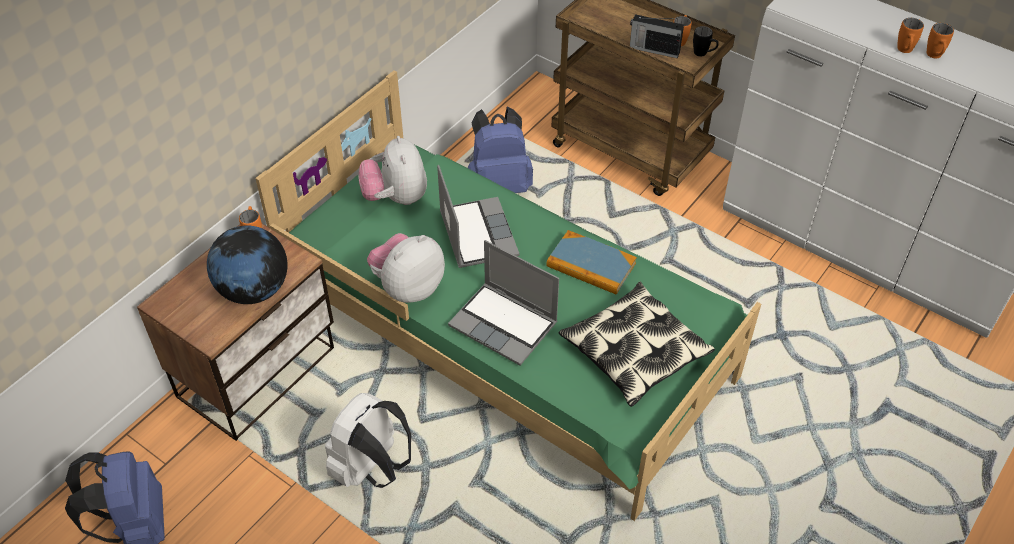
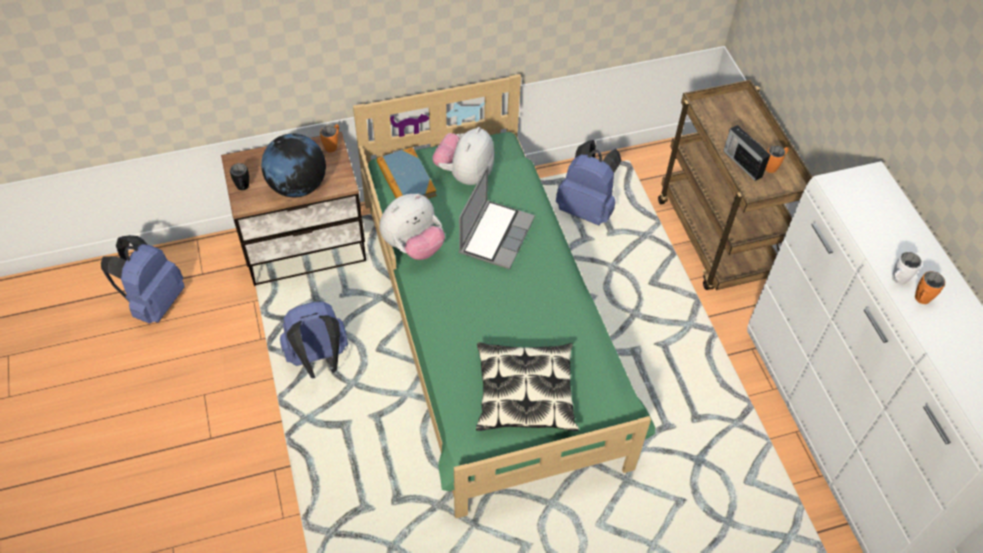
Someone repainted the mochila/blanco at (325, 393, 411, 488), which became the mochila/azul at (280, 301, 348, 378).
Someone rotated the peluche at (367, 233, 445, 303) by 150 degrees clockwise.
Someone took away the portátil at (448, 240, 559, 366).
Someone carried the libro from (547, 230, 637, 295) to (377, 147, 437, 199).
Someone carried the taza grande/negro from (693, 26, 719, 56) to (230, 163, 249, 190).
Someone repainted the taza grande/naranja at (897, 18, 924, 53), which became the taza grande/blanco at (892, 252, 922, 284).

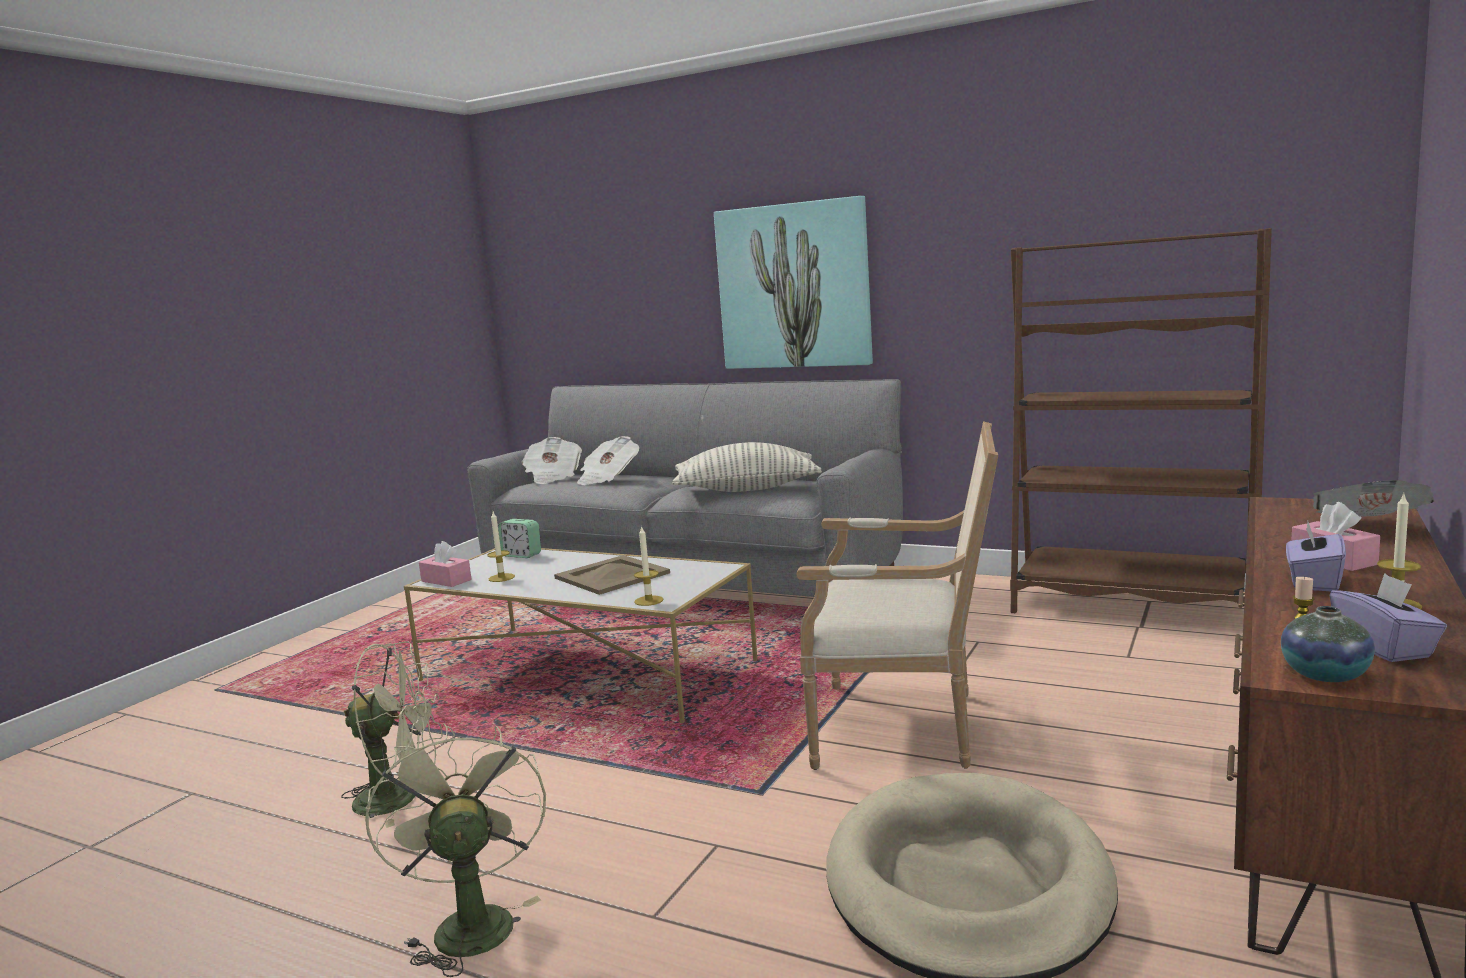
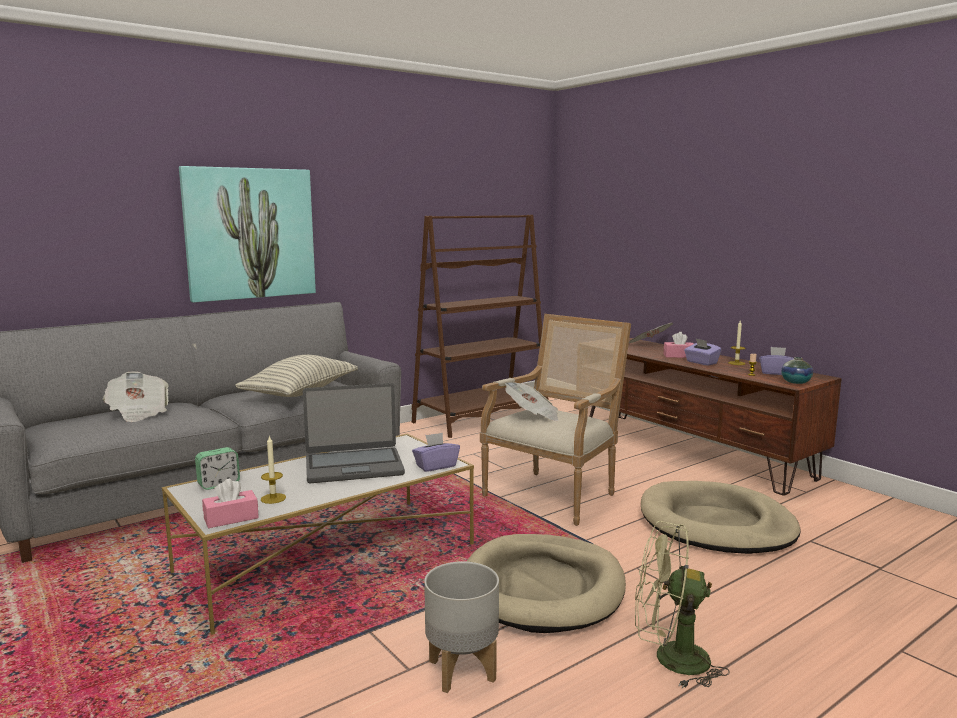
Someone swapped the ventilador/verde at (341, 641, 443, 828) for the maceta/gris at (424, 561, 499, 693).
Someone carried the periódico from (522, 437, 582, 484) to (505, 382, 558, 421).
Someone swapped the bandeja/beis at (554, 555, 670, 595) for the portátil at (303, 383, 405, 483).
Someone swapped the vela at (634, 525, 663, 606) for the caja de pañuelos/morado at (412, 432, 460, 472).
Someone put down the cama para perro/beis at (466, 534, 626, 633).

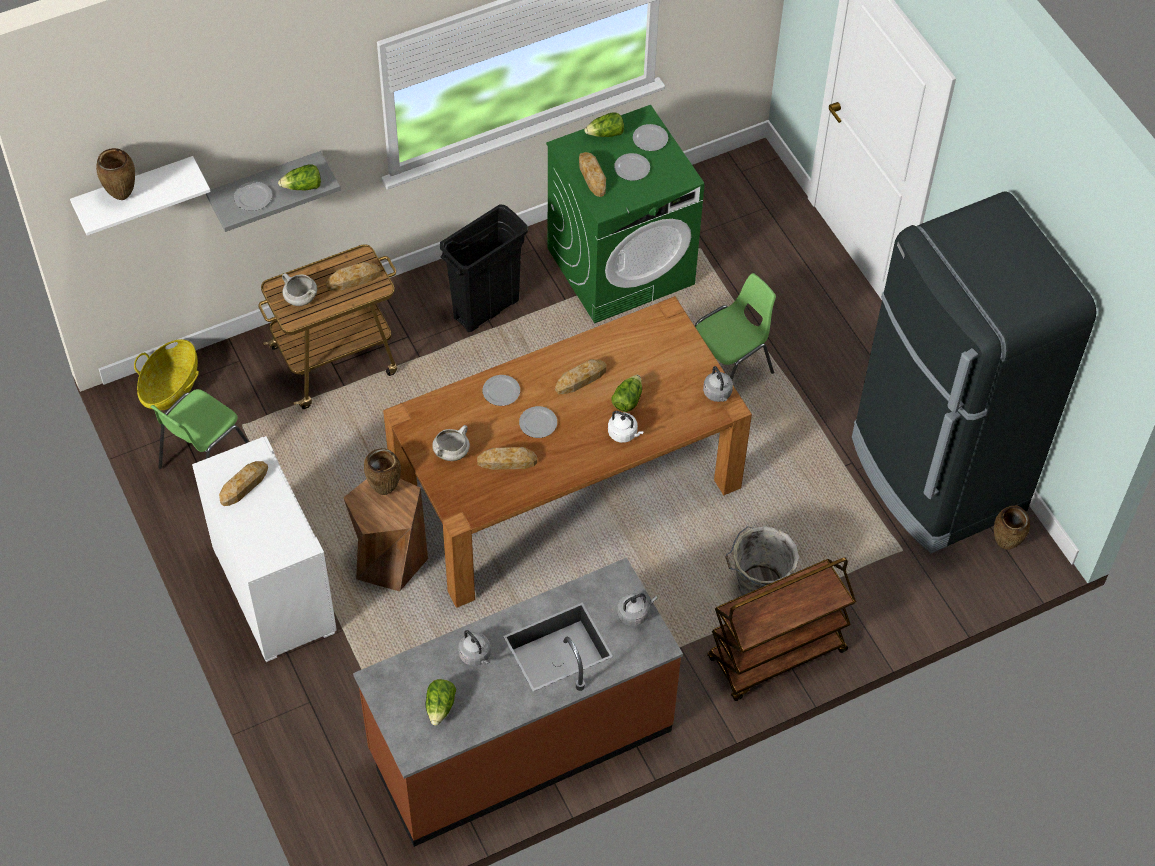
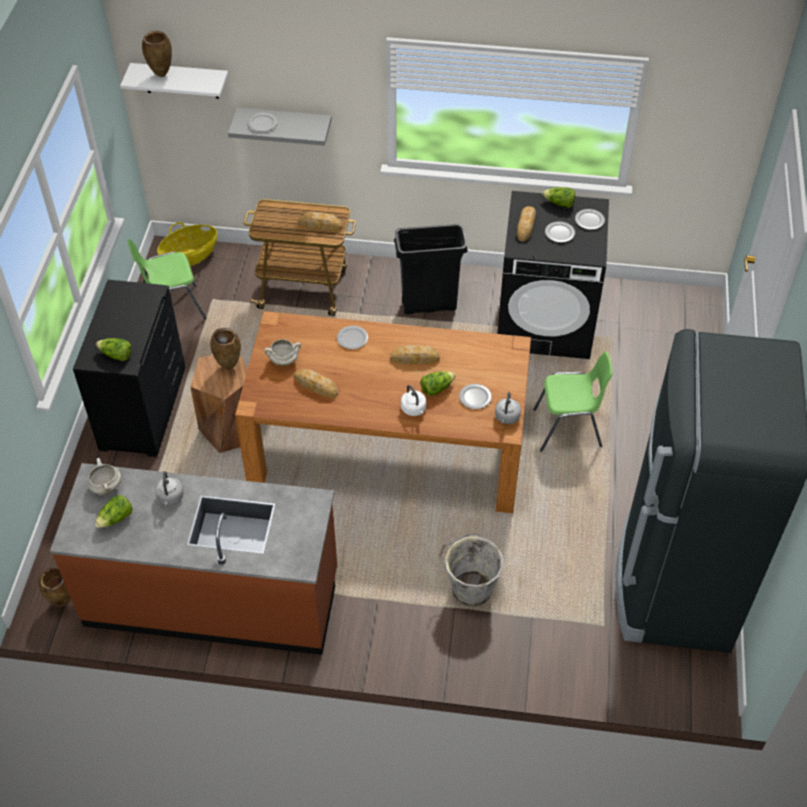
Someone repainted the cómoda/blanco at (192, 436, 337, 662), which became the cómoda/negro at (73, 280, 185, 457).
Someone took away the pan at (219, 461, 268, 506).
Someone carried the lechuga from (278, 165, 321, 191) to (96, 338, 132, 361).
Someone carried the olla/blanco from (282, 273, 317, 306) to (87, 458, 121, 495).
Someone carried the plato from (519, 406, 557, 438) to (459, 384, 492, 409).
Someone repainted the lavadora/verde at (546, 105, 705, 324), which became the lavadora/negro at (497, 191, 609, 359).
Someone took away the hervidor/gris at (617, 593, 658, 626).
Someone took away the carrito/marrón at (707, 558, 856, 701).
Someone carried the florero/marrón from (994, 506, 1030, 550) to (39, 567, 71, 607).

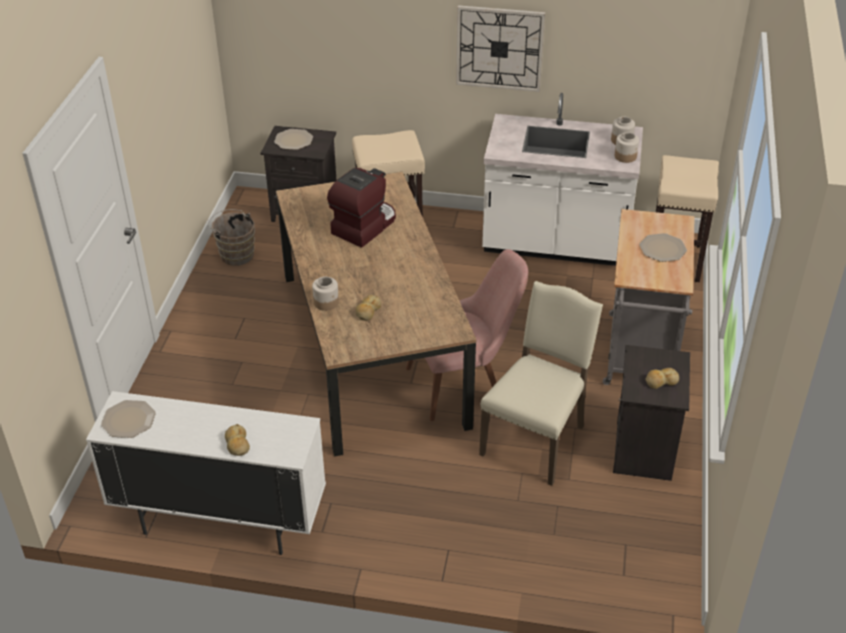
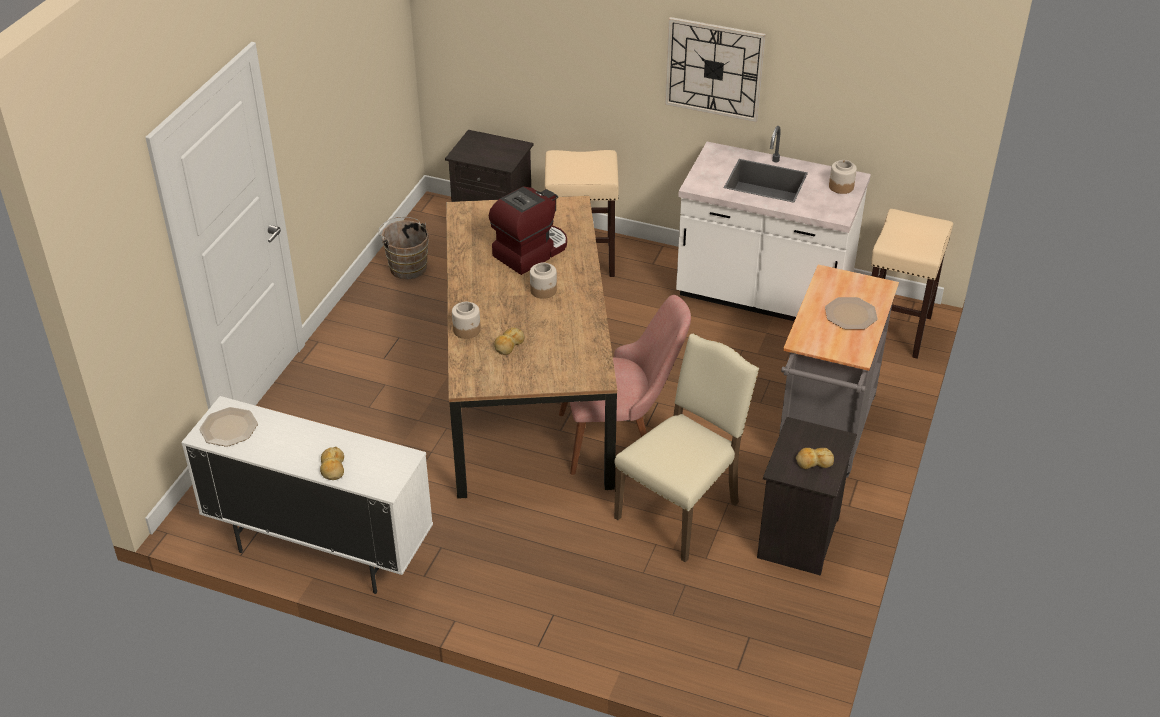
Someone took away the plato at (274, 129, 313, 150).
Someone carried the tarro from (615, 132, 639, 163) to (530, 262, 557, 299).

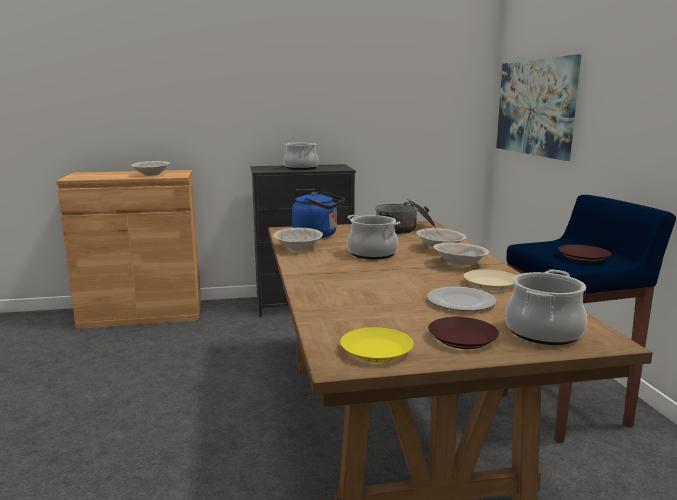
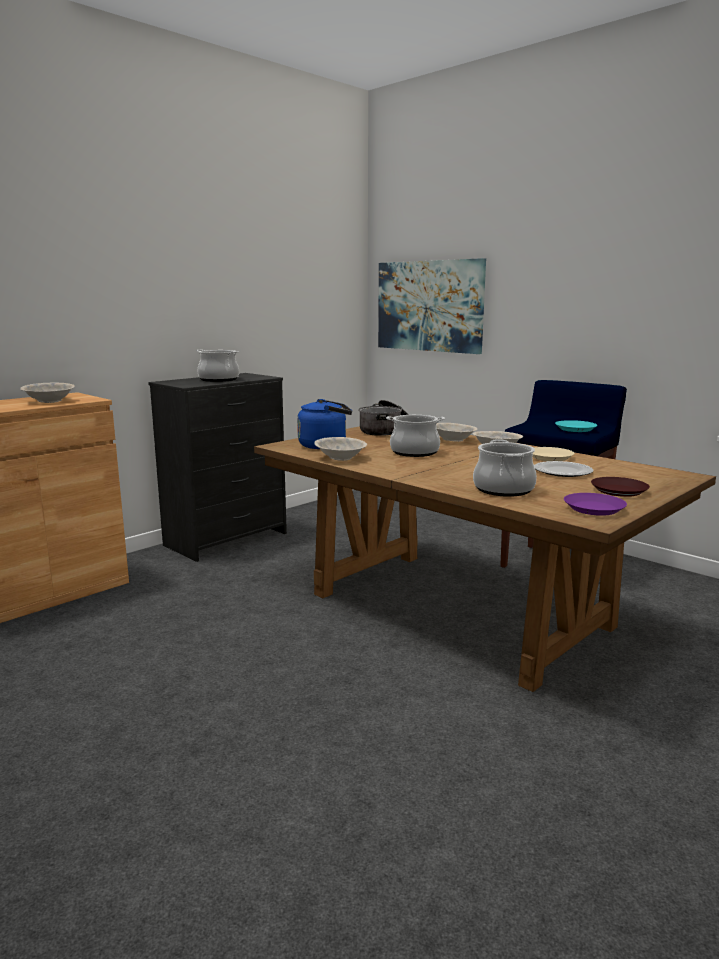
Someone repainted the plato/amarillo at (340, 327, 413, 363), which became the plato/morado at (564, 493, 627, 516).
Someone carried the olla from (505, 270, 587, 345) to (473, 439, 537, 497).
Someone repainted the plato/marrón at (558, 245, 611, 262), which became the plato/turquesa at (555, 420, 597, 432).

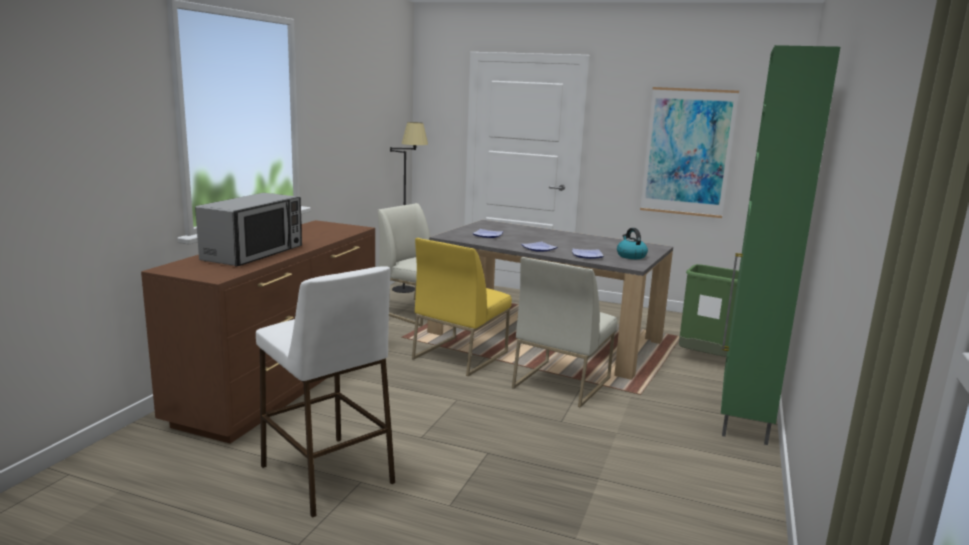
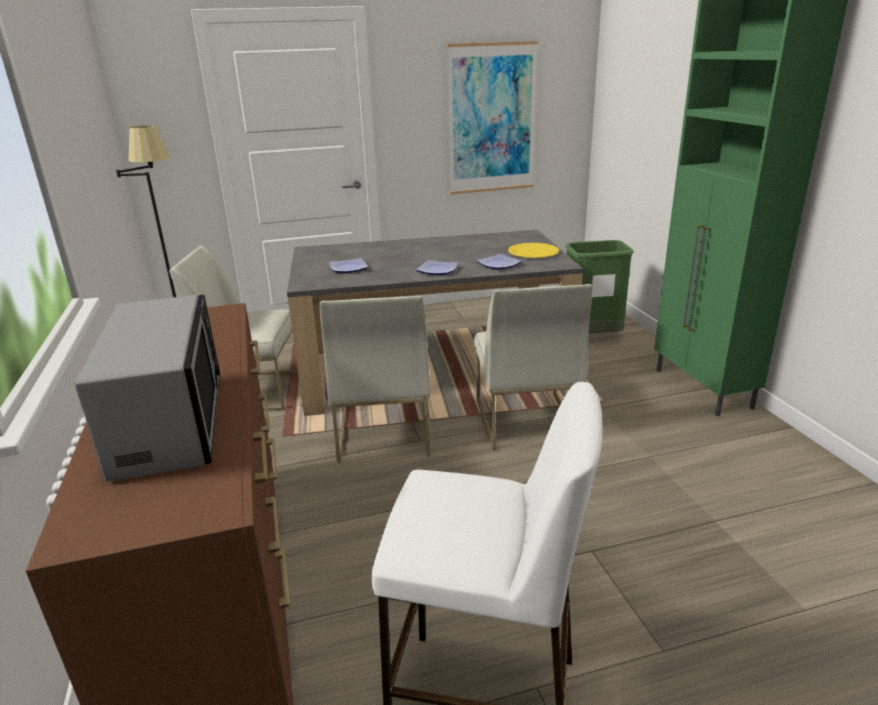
Someone repainted the silla/amarillo at (412, 238, 512, 376), which became the silla/blanco at (320, 296, 431, 463).
Someone swapped the hervidor at (617, 228, 648, 259) for the plato/amarillo at (508, 243, 559, 258).

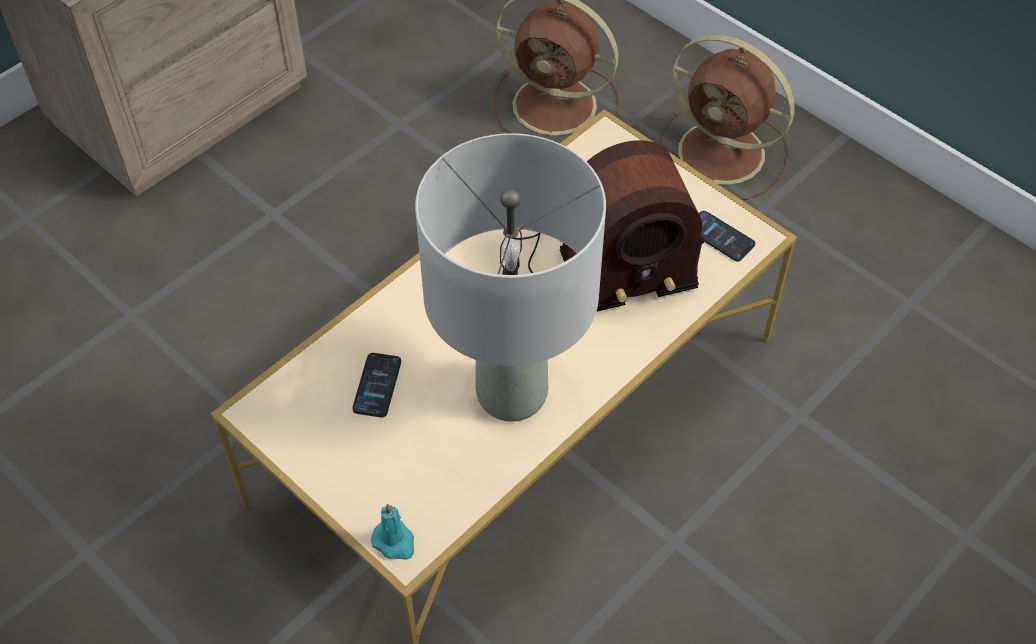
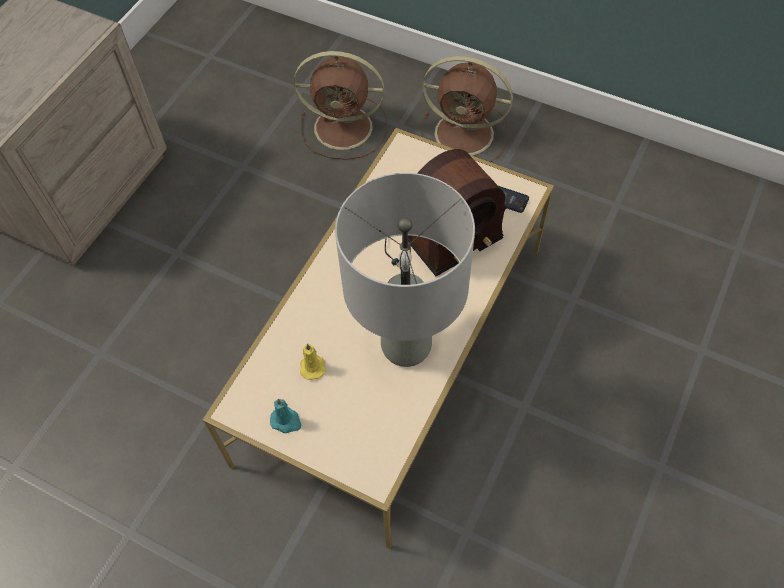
Someone swapped the móvil at (352, 353, 401, 417) for the vela/amarillo at (300, 343, 326, 380).
Someone carried the vela/turquesa from (371, 504, 414, 560) to (270, 399, 301, 433).

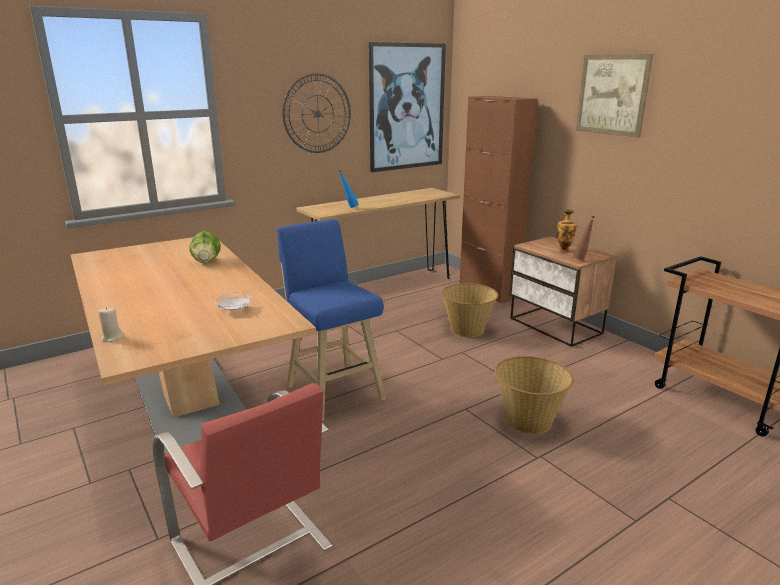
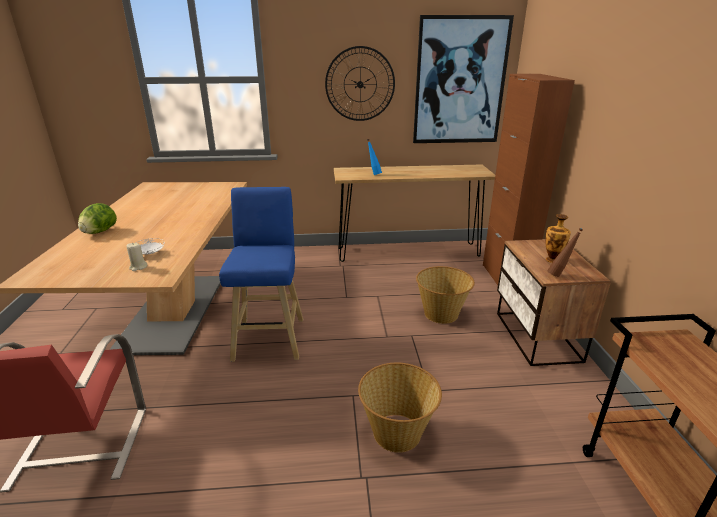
Someone carried the vela/beis from (98, 307, 123, 343) to (127, 243, 147, 271).
Someone carried the lechuga from (189, 231, 221, 263) to (78, 203, 117, 234).
Someone took away the cuadro at (576, 54, 653, 137).

